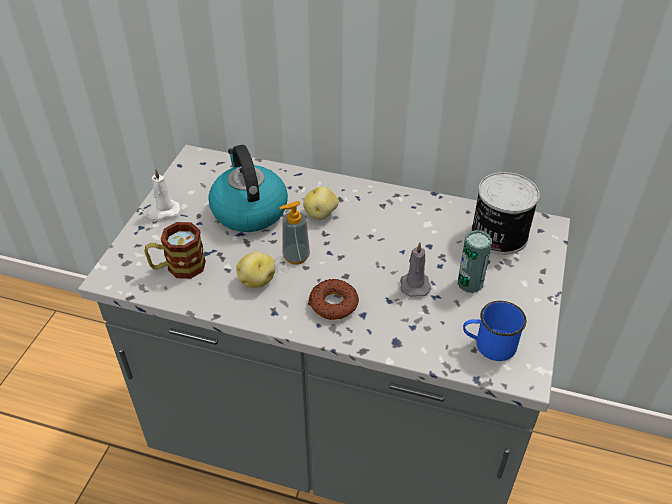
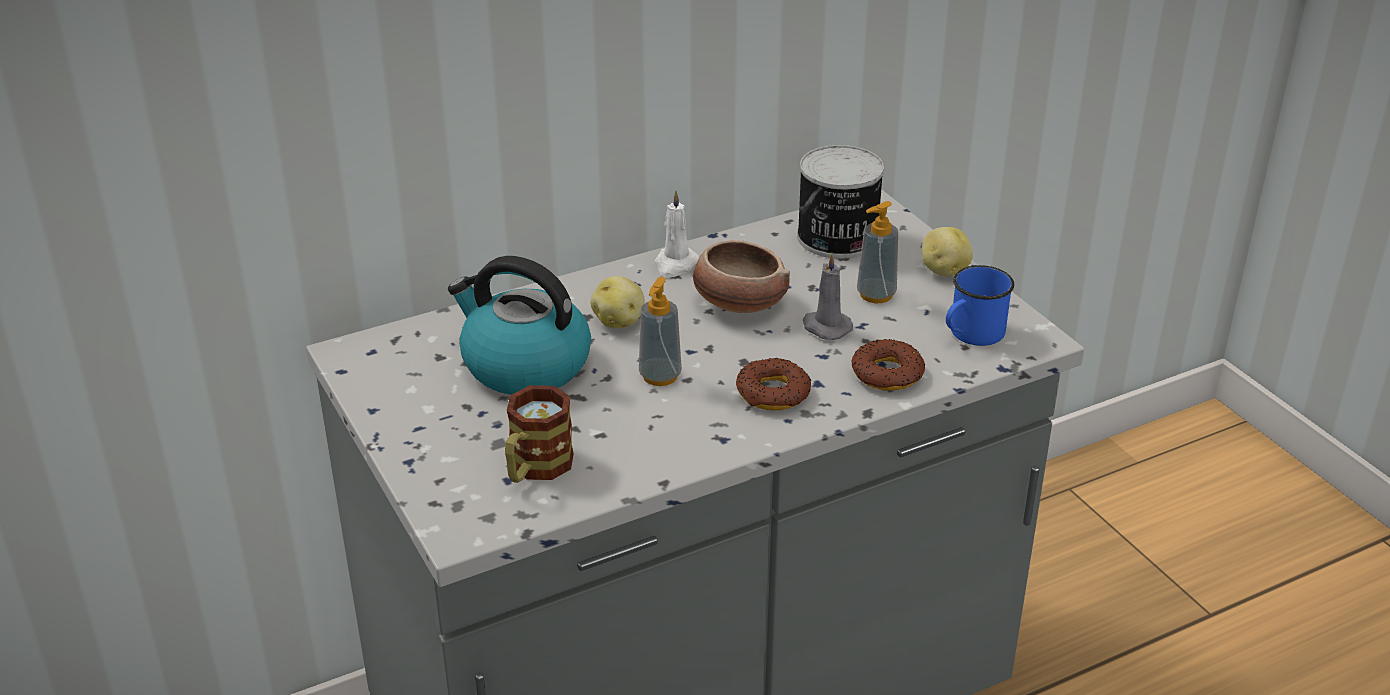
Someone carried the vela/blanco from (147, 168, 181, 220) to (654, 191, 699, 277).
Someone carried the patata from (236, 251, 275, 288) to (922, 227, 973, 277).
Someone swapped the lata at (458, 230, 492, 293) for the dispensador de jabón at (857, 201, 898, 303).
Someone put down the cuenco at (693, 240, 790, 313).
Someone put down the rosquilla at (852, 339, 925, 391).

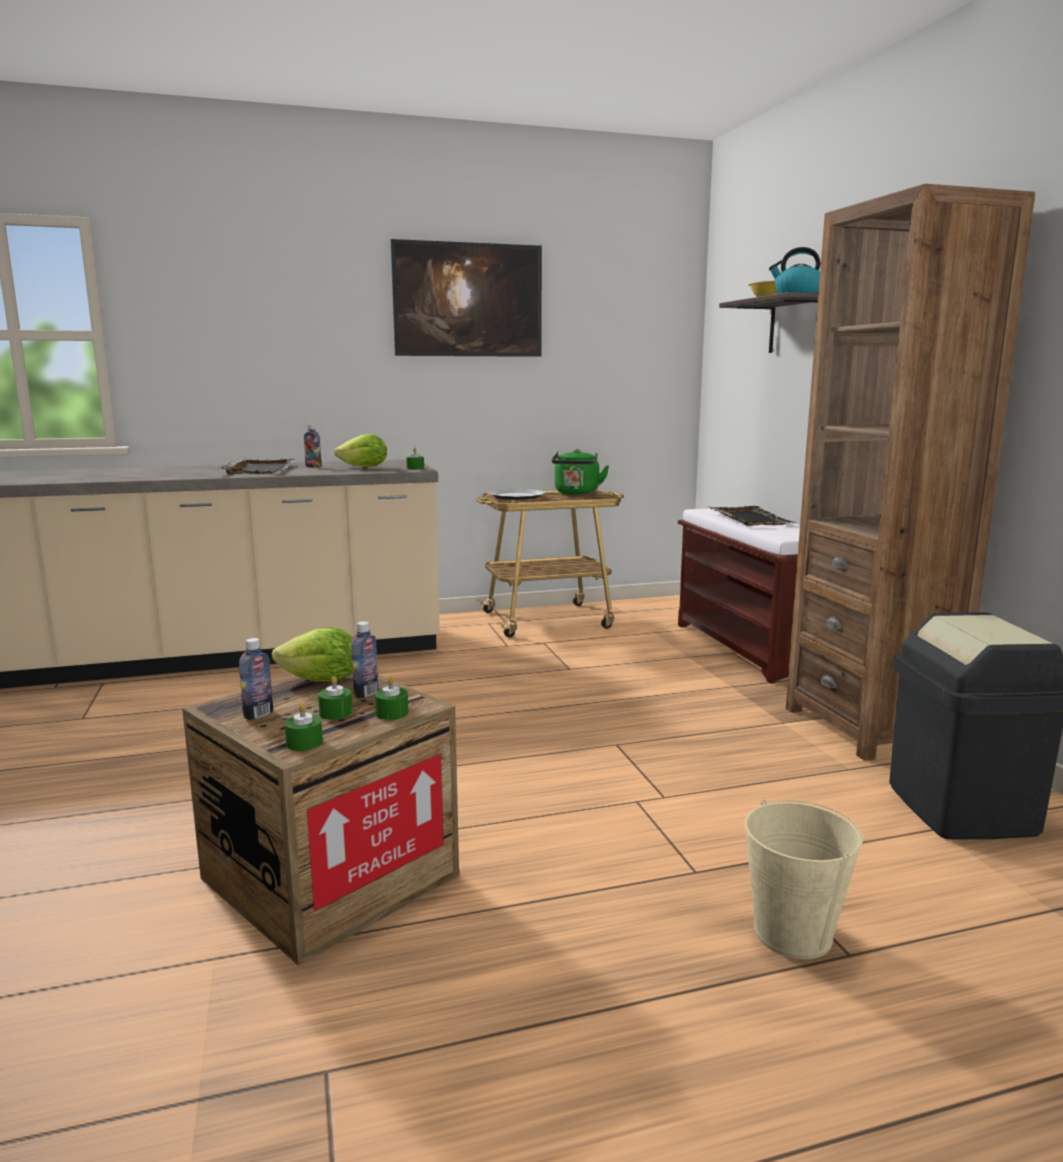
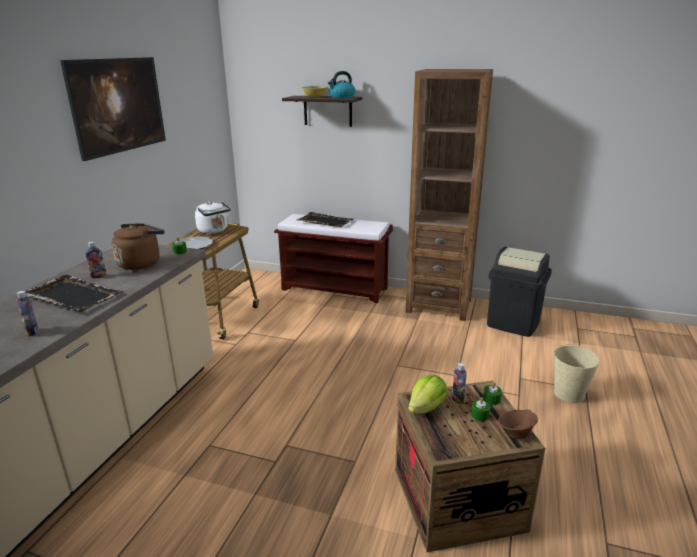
Someone carried the botella from (239, 638, 273, 720) to (17, 291, 39, 337).
Someone swapped the vela/verde at (285, 703, 323, 751) for the cuenco/marrón at (498, 409, 538, 439).
Someone swapped the lechuga at (334, 434, 387, 467) for the hervidor/marrón at (112, 223, 165, 270).
Someone repainted the hervidor/verde at (552, 449, 609, 495), which became the hervidor/blanco at (195, 201, 231, 234).

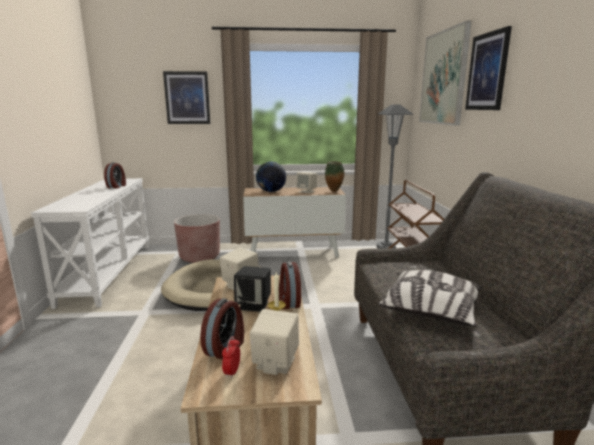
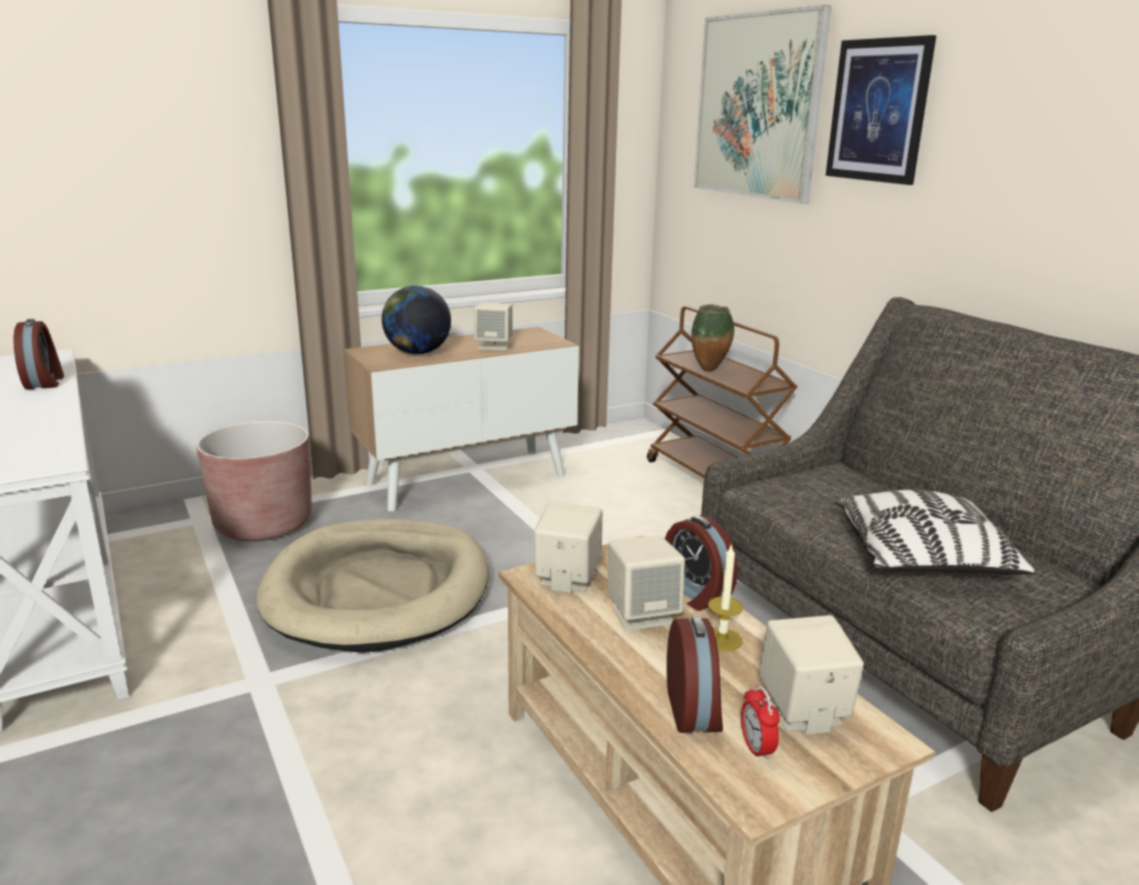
Someone took away the cuadro at (163, 71, 210, 124).
Someone repainted the altavoz/negro at (234, 266, 271, 312), which became the altavoz/beis at (608, 535, 685, 630).
Someone carried the florero from (325, 161, 345, 192) to (691, 304, 734, 372).
Someone took away the lámpara de pie/gris at (377, 104, 413, 249).

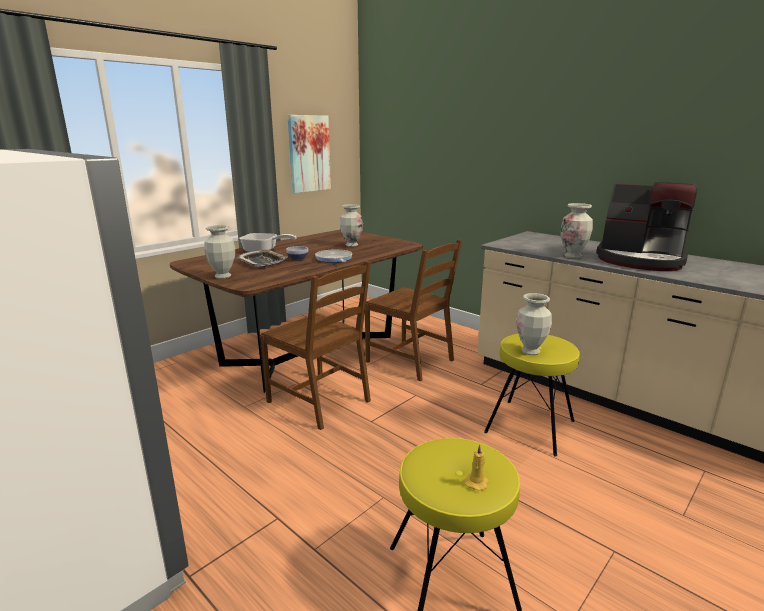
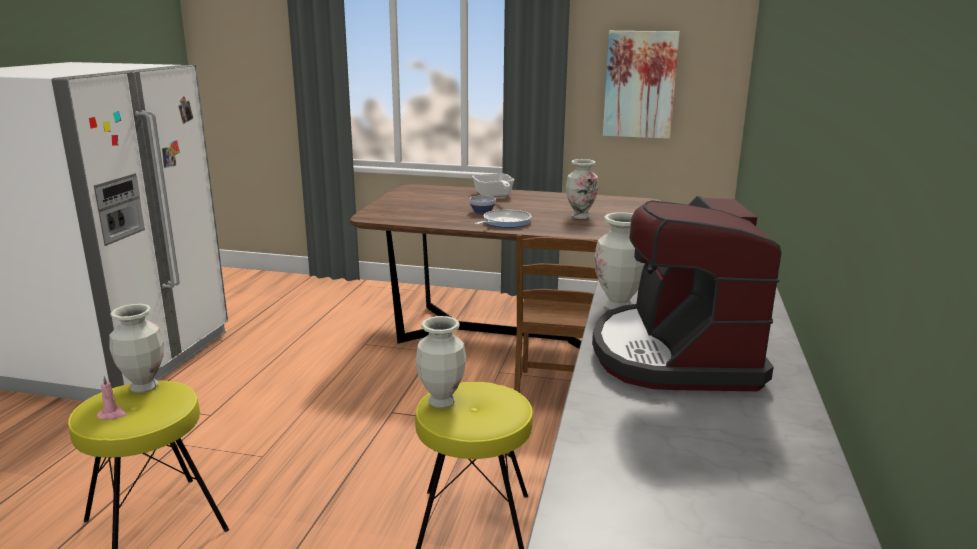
Someone carried the florero from (204, 225, 235, 279) to (109, 304, 164, 393).
Someone took away the bandeja at (238, 250, 288, 267).
Someone took away the silla/marrón at (260, 261, 371, 430).
Someone repainted the vela/amarillo at (464, 445, 489, 491), which became the vela/rosa at (97, 376, 127, 420).

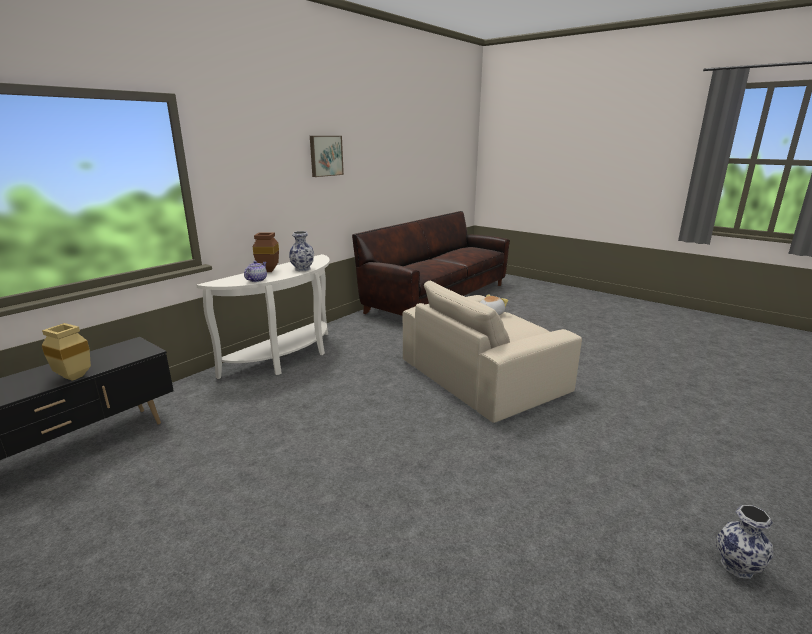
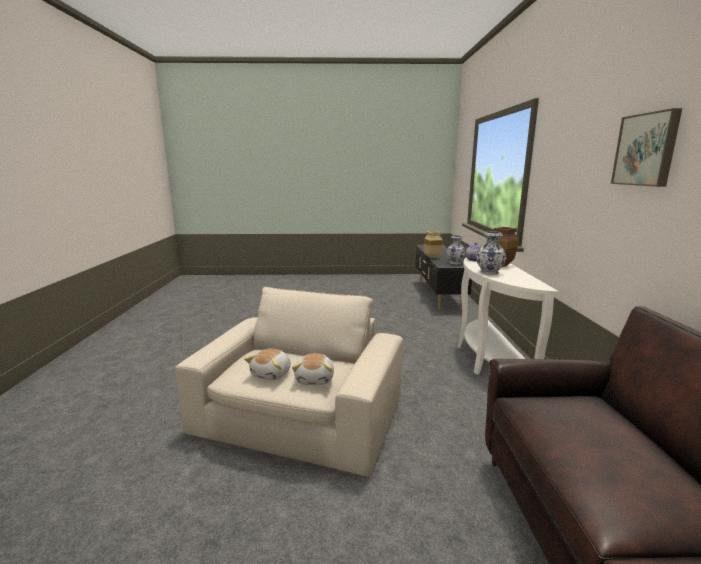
Someone carried the florero from (716, 505, 773, 579) to (447, 235, 465, 264).
Someone put down the peluche at (244, 349, 291, 381).

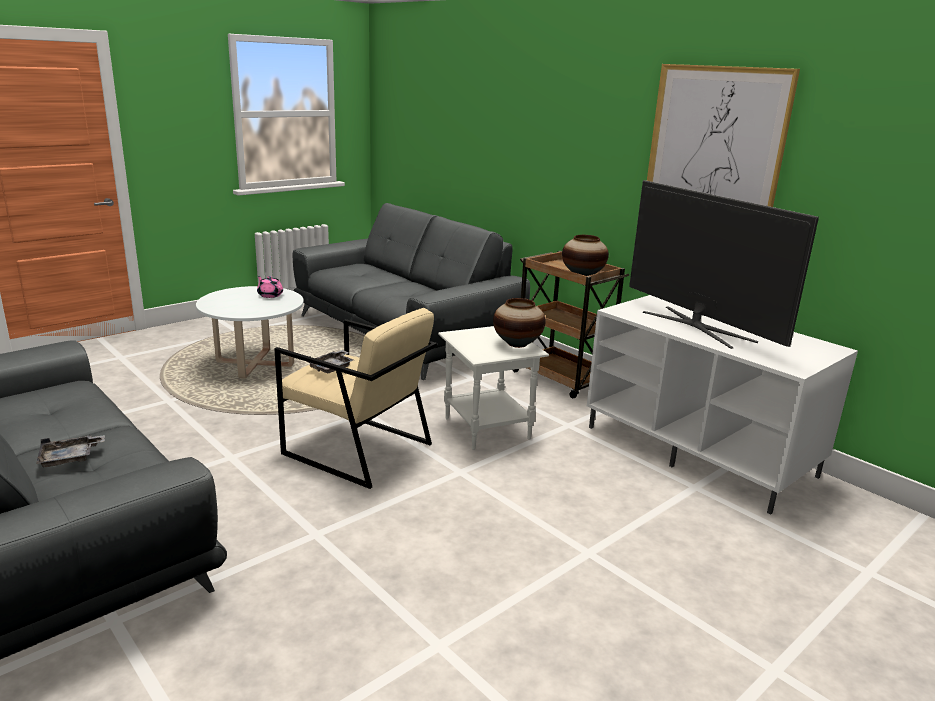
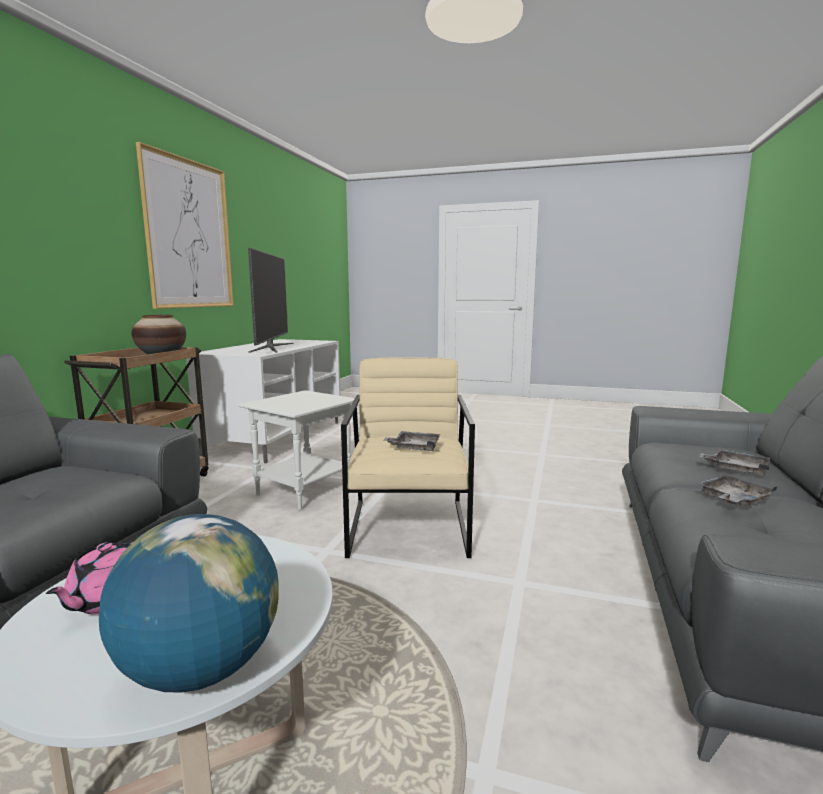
Someone took away the florero at (493, 298, 546, 348).
Someone rotated the televisor at (629, 180, 819, 349) by 150 degrees clockwise.
Someone put down the globo terráqueo at (99, 514, 278, 692).
Someone put down the bandeja/gris at (697, 474, 778, 507).

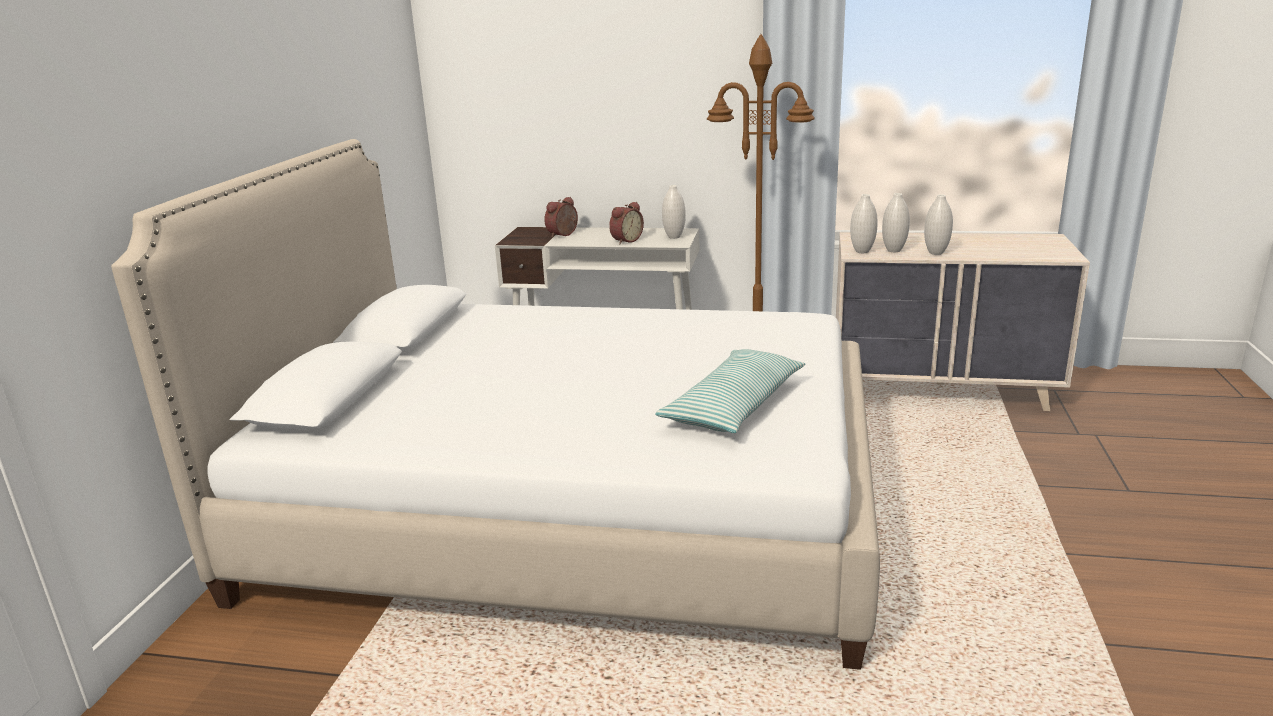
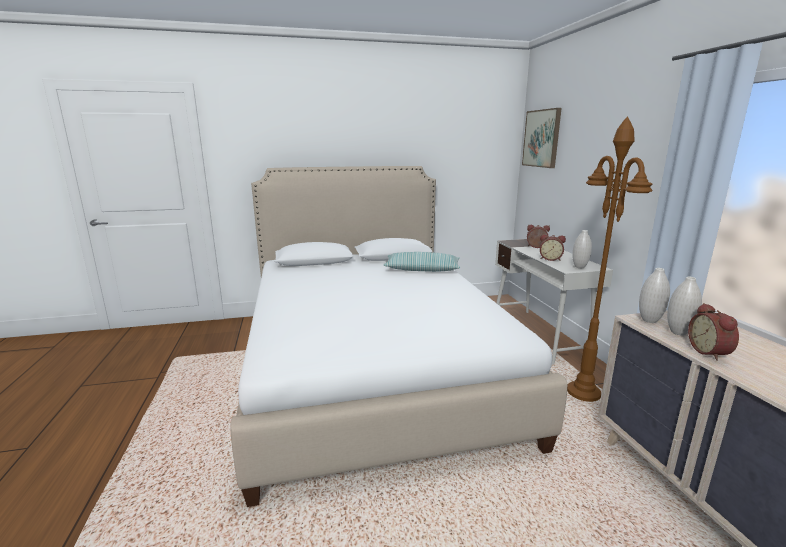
Someone carried the cojín from (655, 349, 805, 433) to (384, 252, 460, 272).
Someone swapped the florero/blanco at (924, 194, 953, 255) for the despertador at (688, 303, 739, 361).
Someone put up the cuadro at (522, 108, 562, 168).

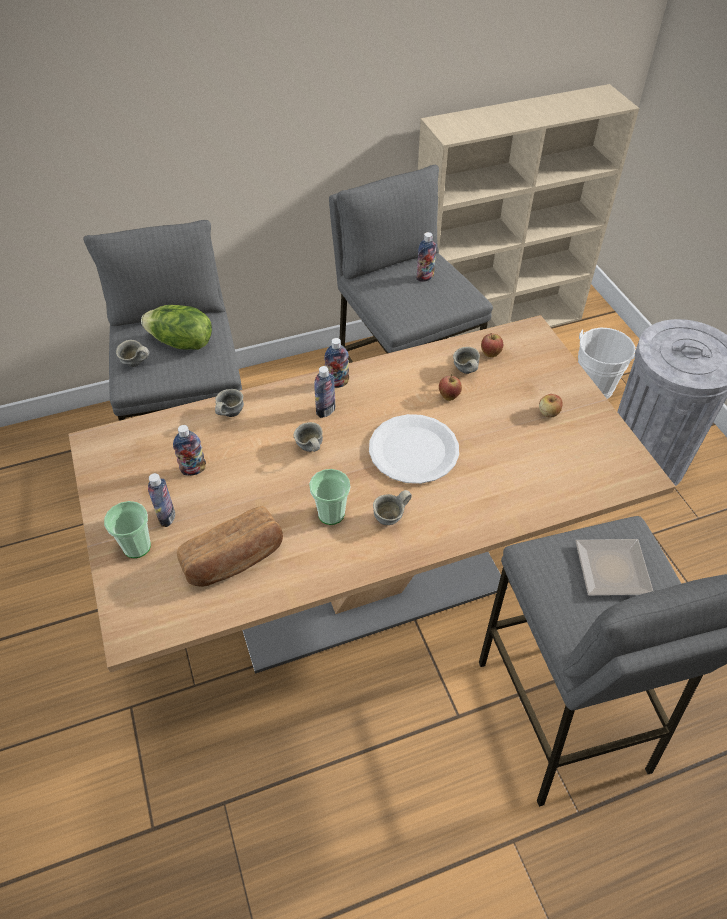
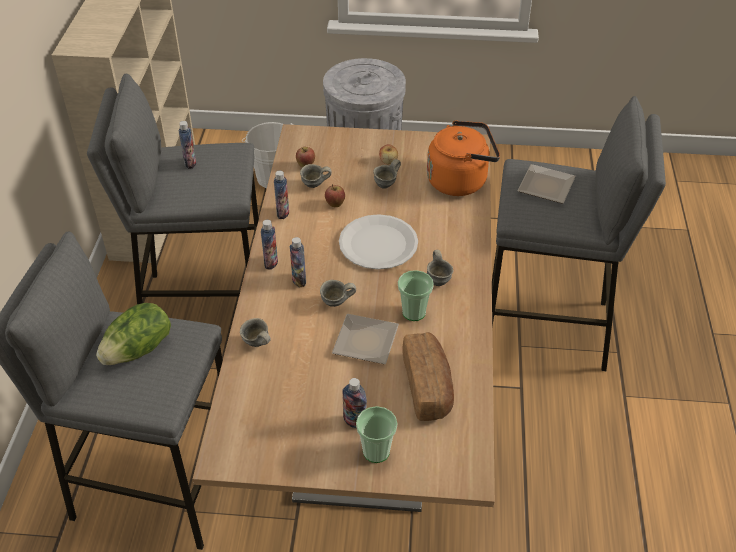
Someone carried the taza grande/gris from (116, 340, 150, 367) to (373, 159, 401, 189).
Someone carried the botella from (173, 425, 206, 476) to (274, 171, 289, 219).
Someone put down the plato at (332, 314, 399, 364).
Someone put down the hervidor/naranja at (427, 120, 500, 196).

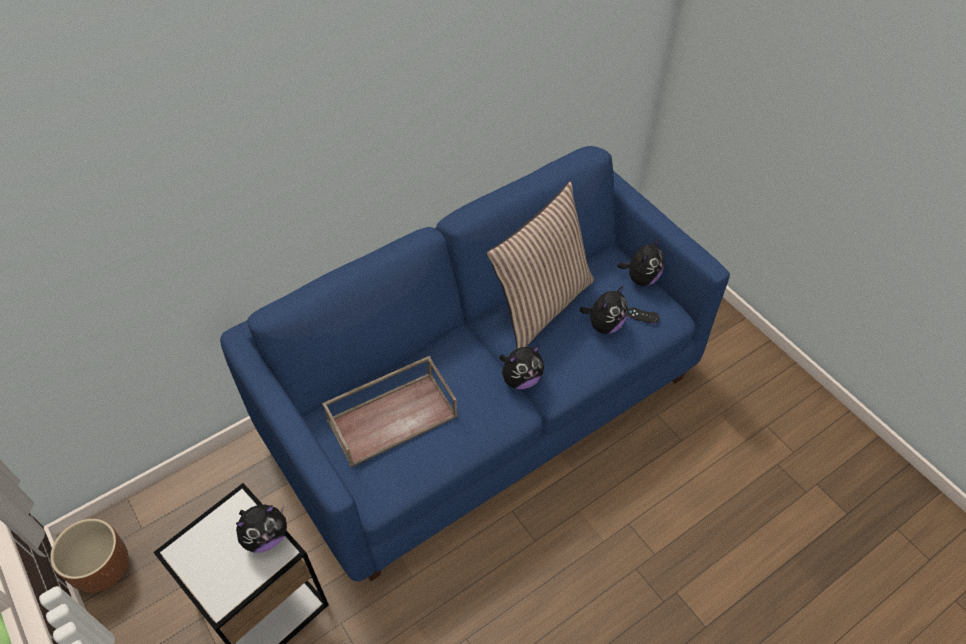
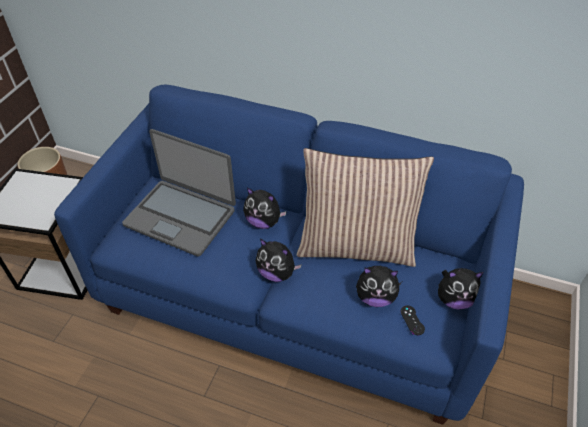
Someone carried the peluche from (236, 505, 287, 553) to (243, 187, 287, 229).
Someone swapped the bandeja/marrón at (322, 356, 458, 467) for the portátil at (122, 129, 236, 257).

